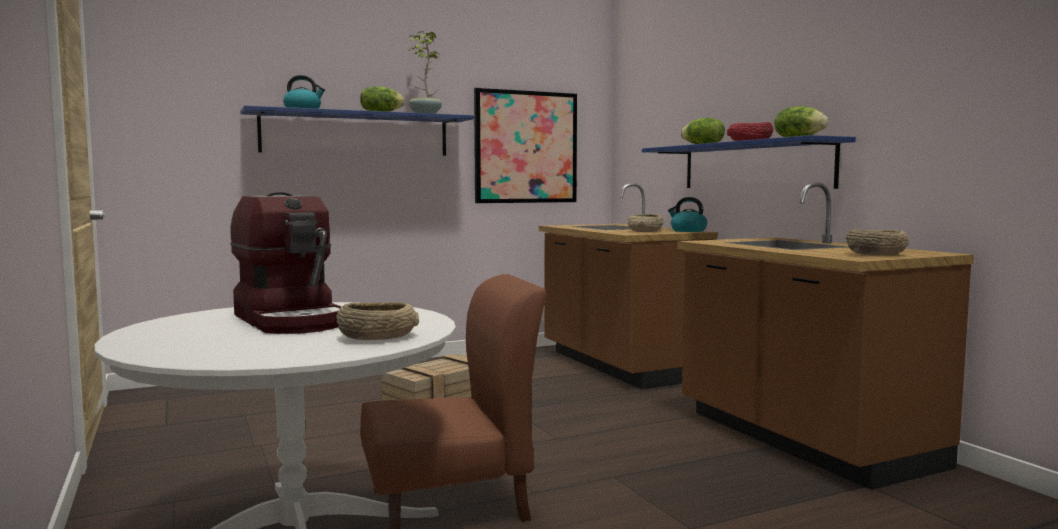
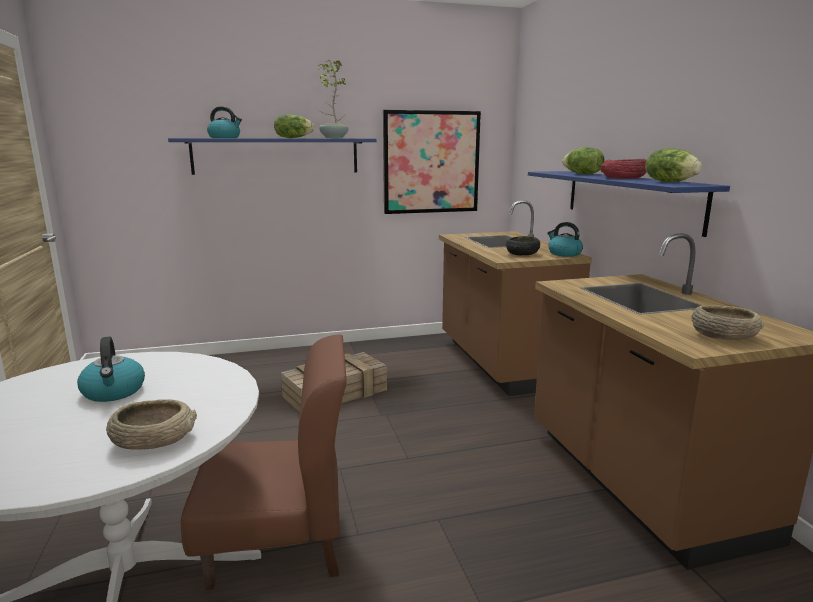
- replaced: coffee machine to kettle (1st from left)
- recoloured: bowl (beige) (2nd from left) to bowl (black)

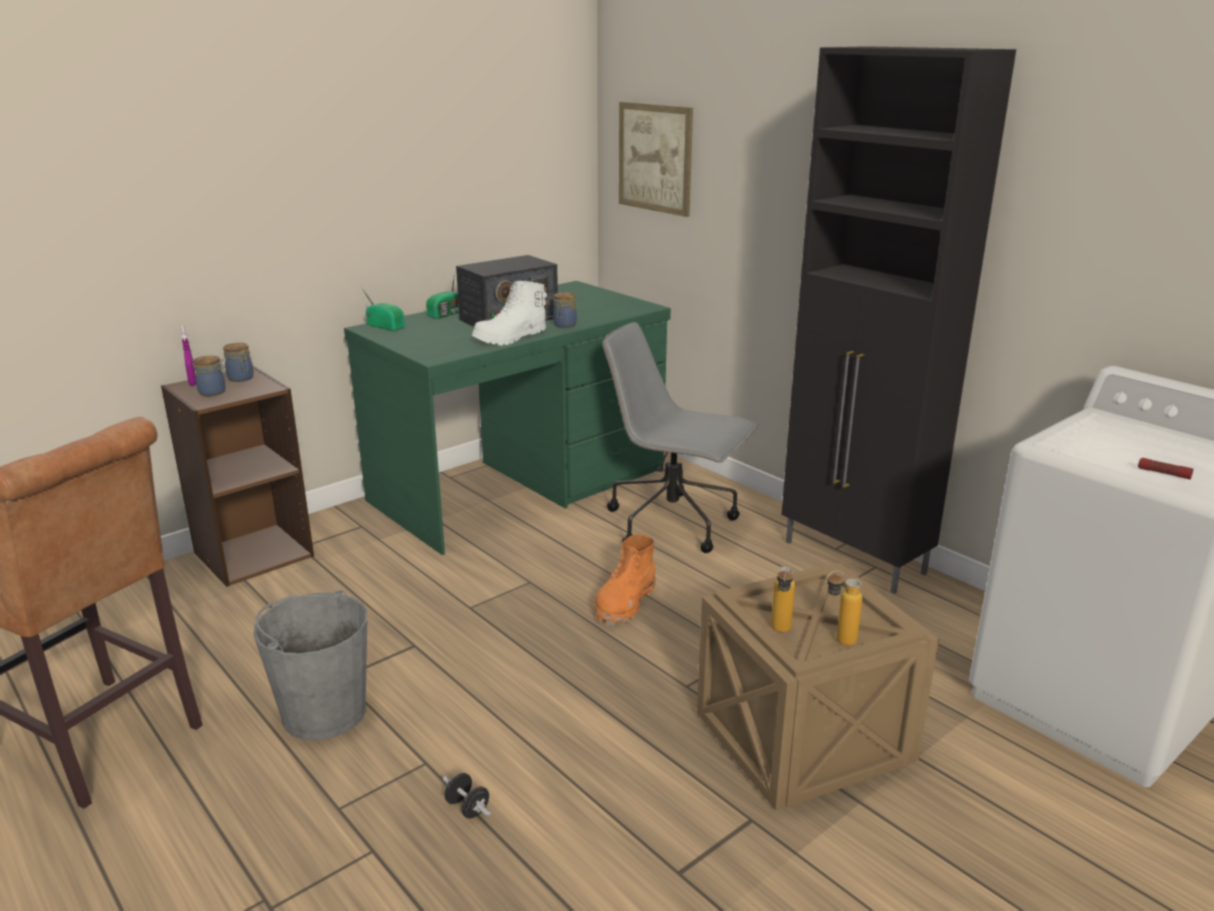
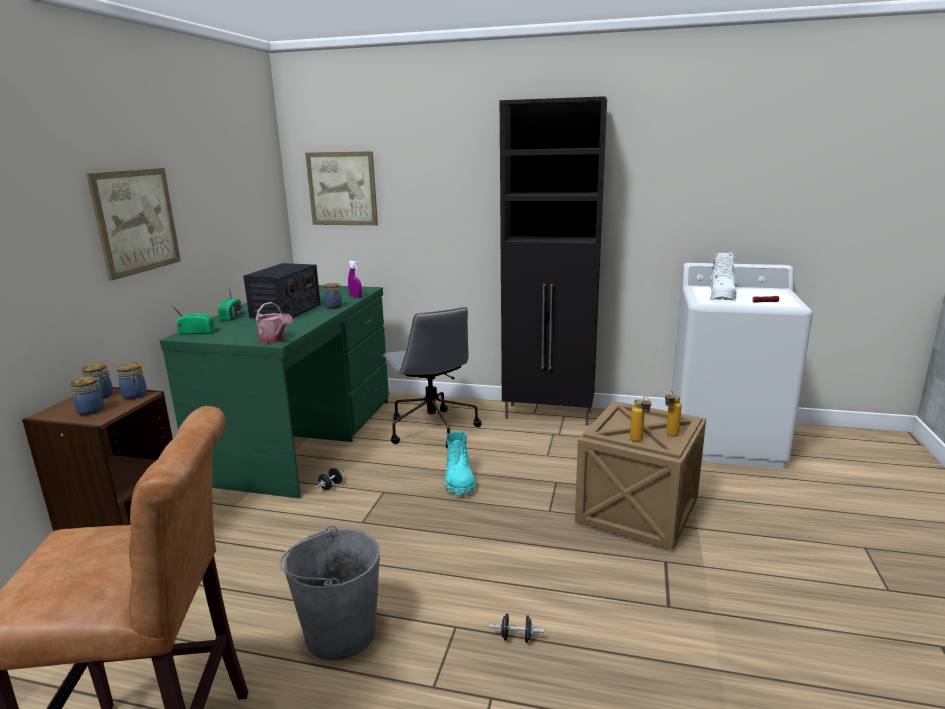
- added: picture (1st from left)
- added: jar (3rd from left)
- added: watering can
- added: dumbbell (black) (1st from left)
- moved: spray bottle (purple)
- turned: office chair (grey) 105 degrees counterclockwise
- recoloured: boot (orange) to boot (turquoise)
- moved: boot (white)

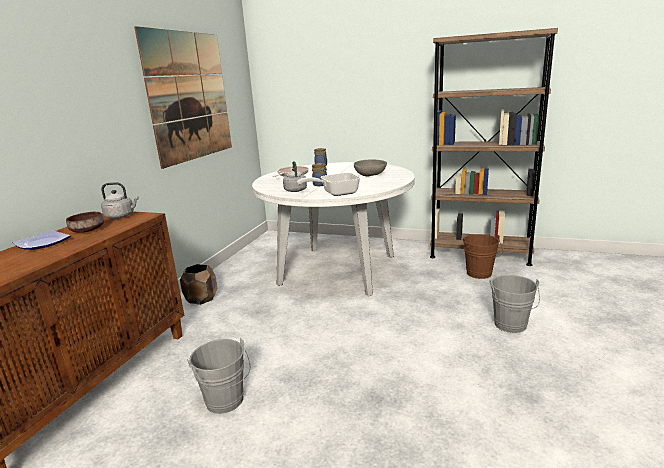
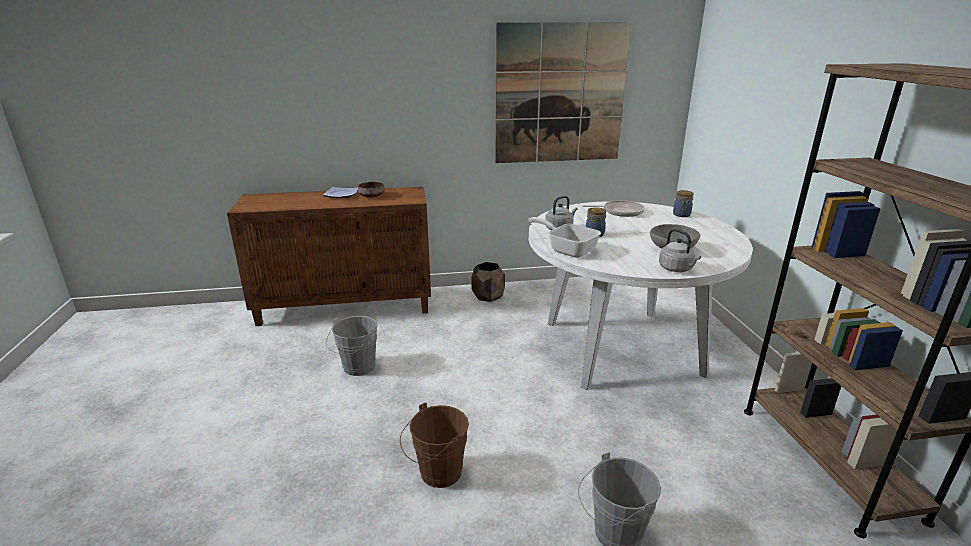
- moved: bucket (brown)
- moved: kettle (grey) (1st from left in the first image) to kettle (grey) (2nd from left)

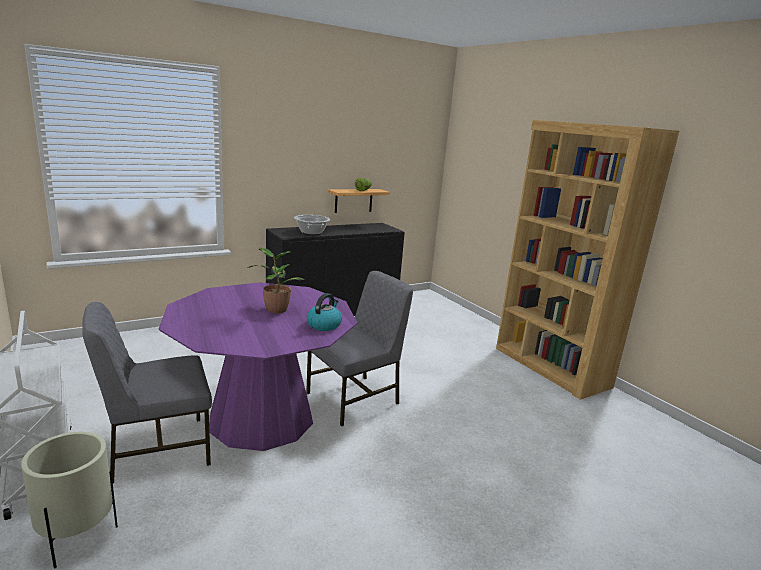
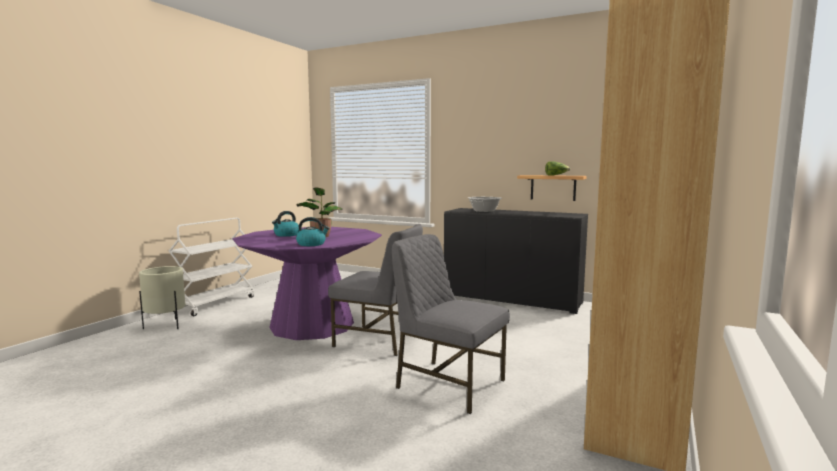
- added: kettle (1st from left)
- moved: chair (grey) (1st from left in the first image) to chair (grey) (2nd from left)

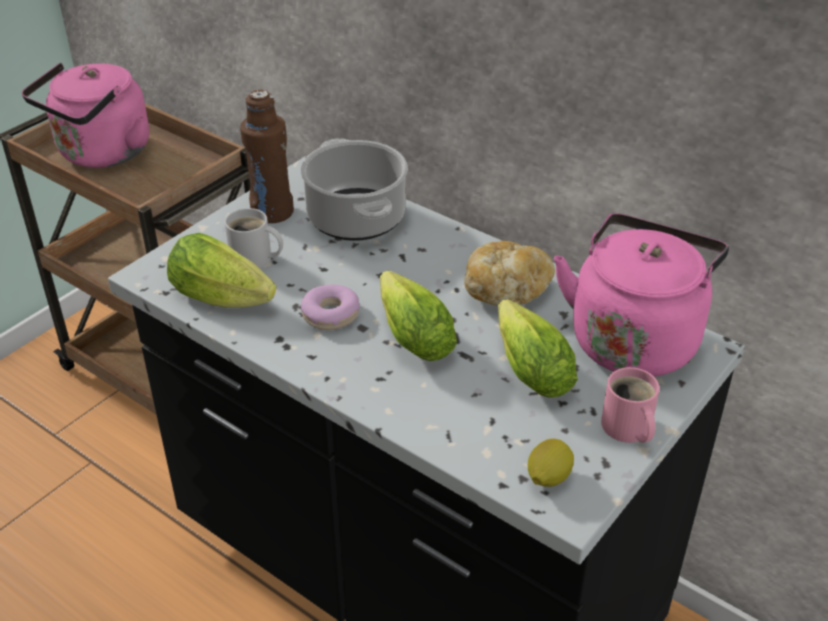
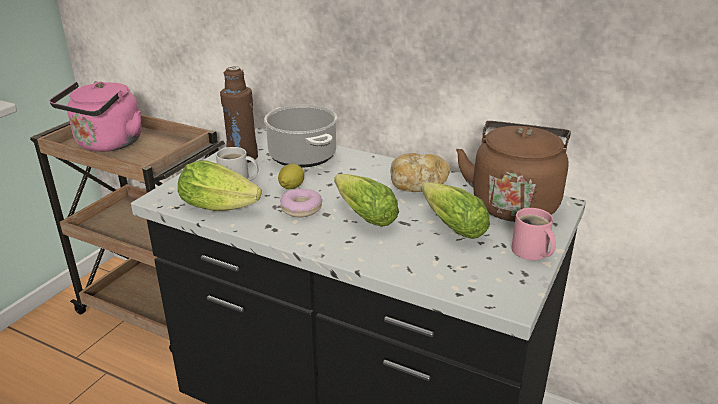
- moved: lemon
- recoloured: kettle (pink) (2nd from left) to kettle (brown)

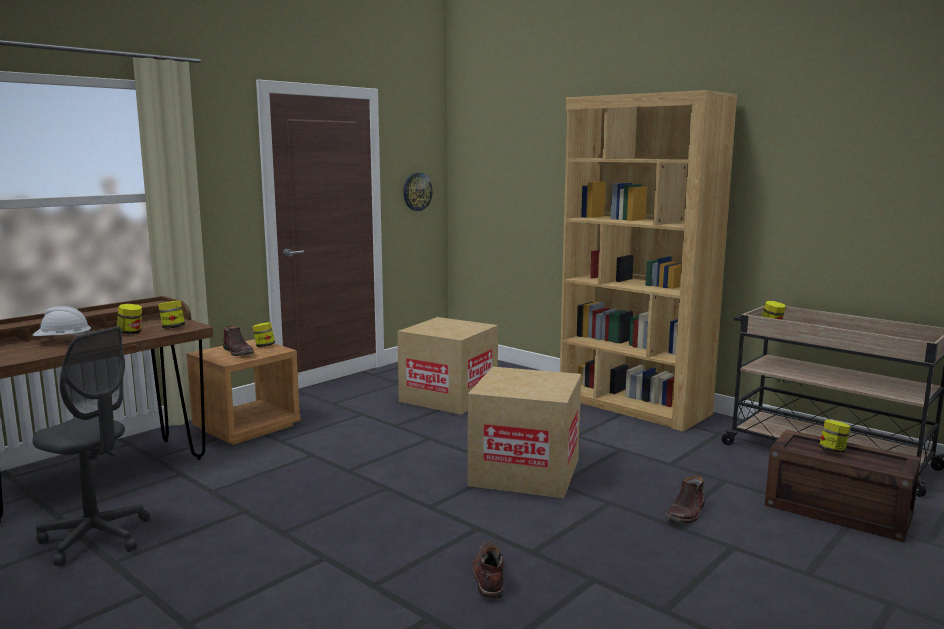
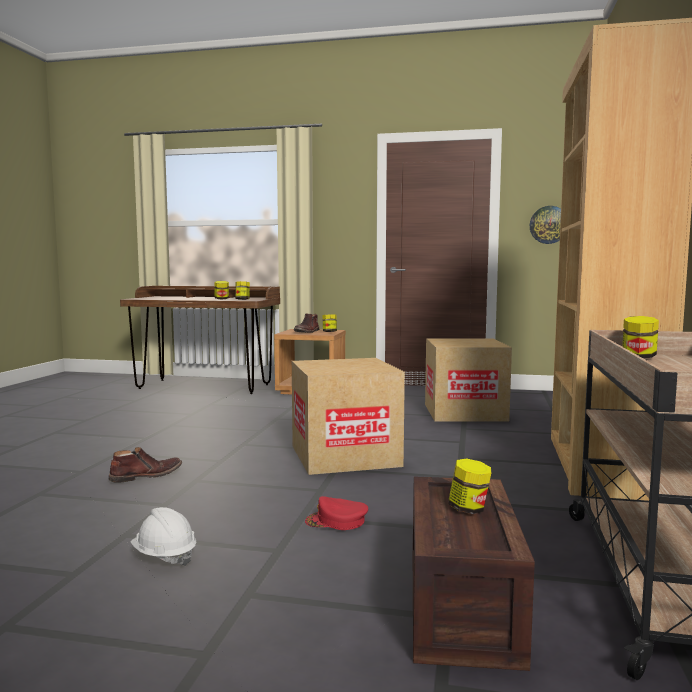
- moved: hard hat (white)
- replaced: boot (brown) (3rd from left) to cap (red)
- removed: office chair (grey)

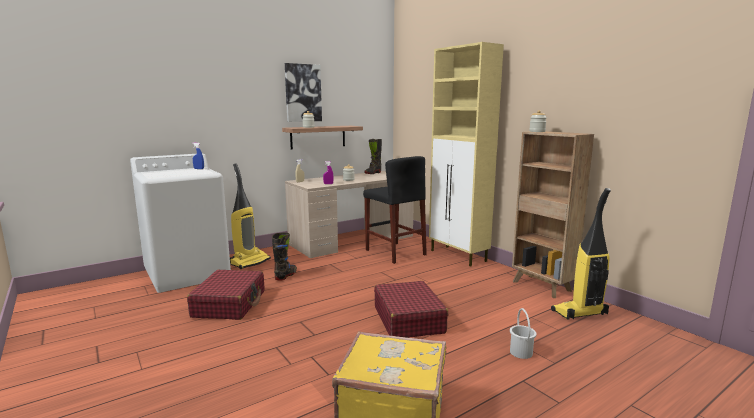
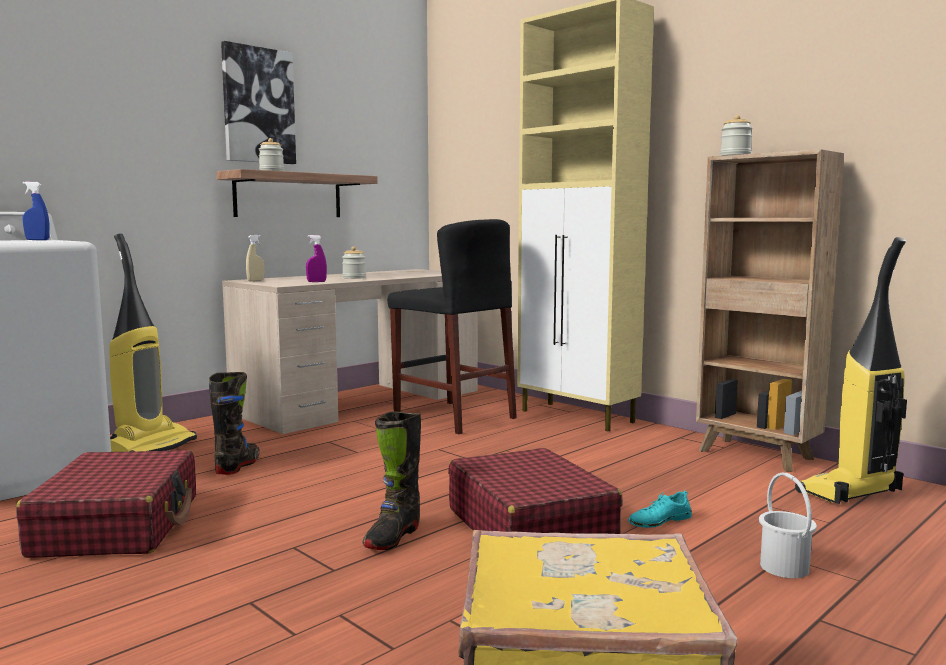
- moved: boot (black) (2nd from left)
- added: shoe (turquoise)

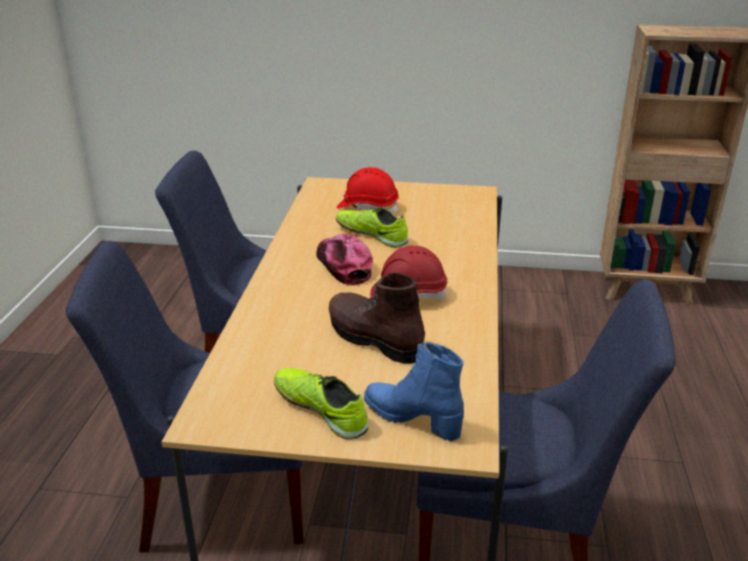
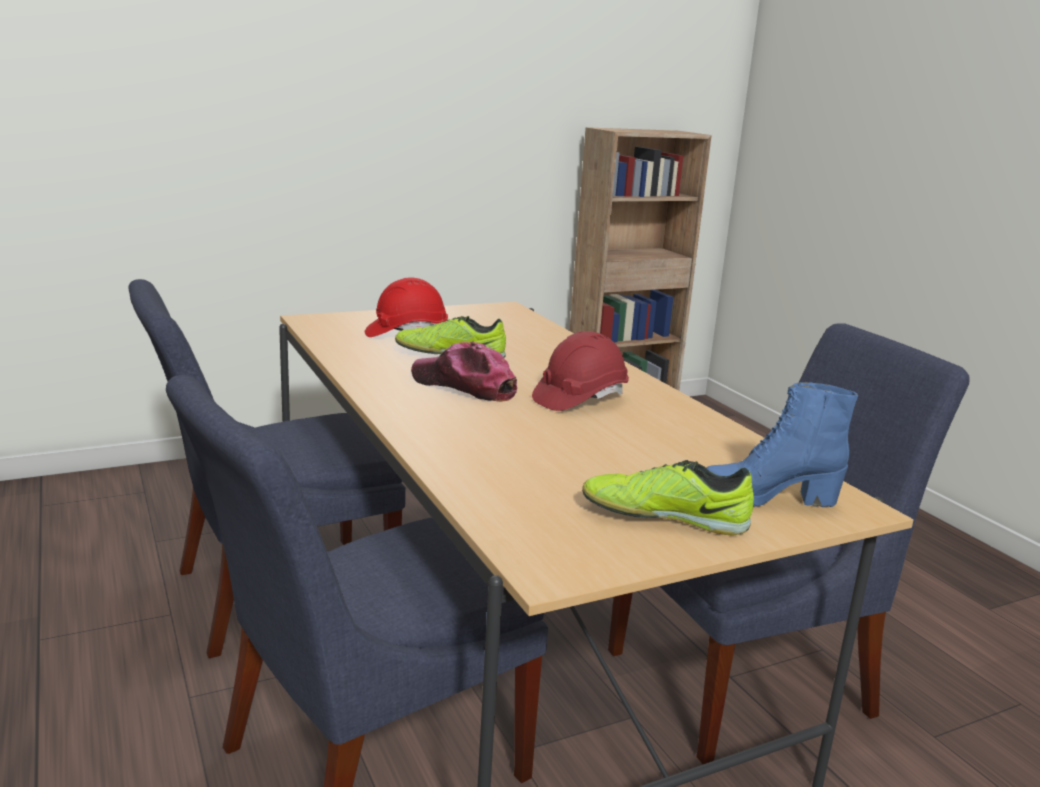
- removed: boot (brown)

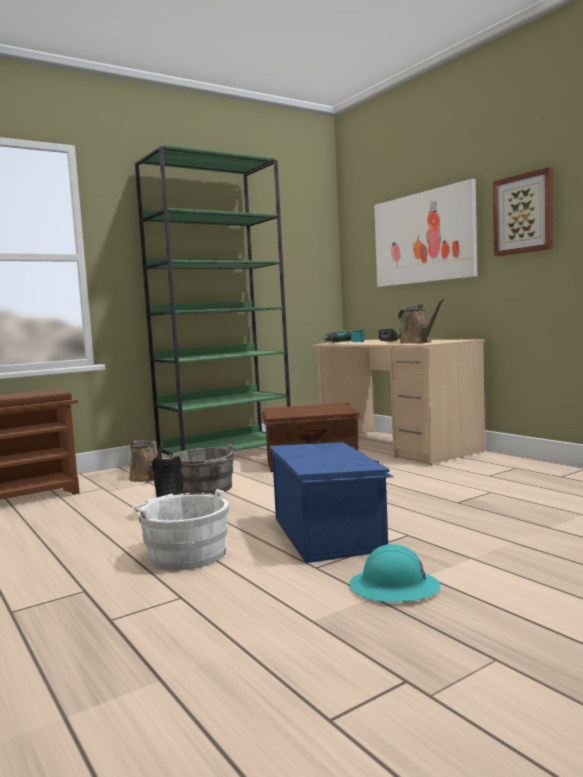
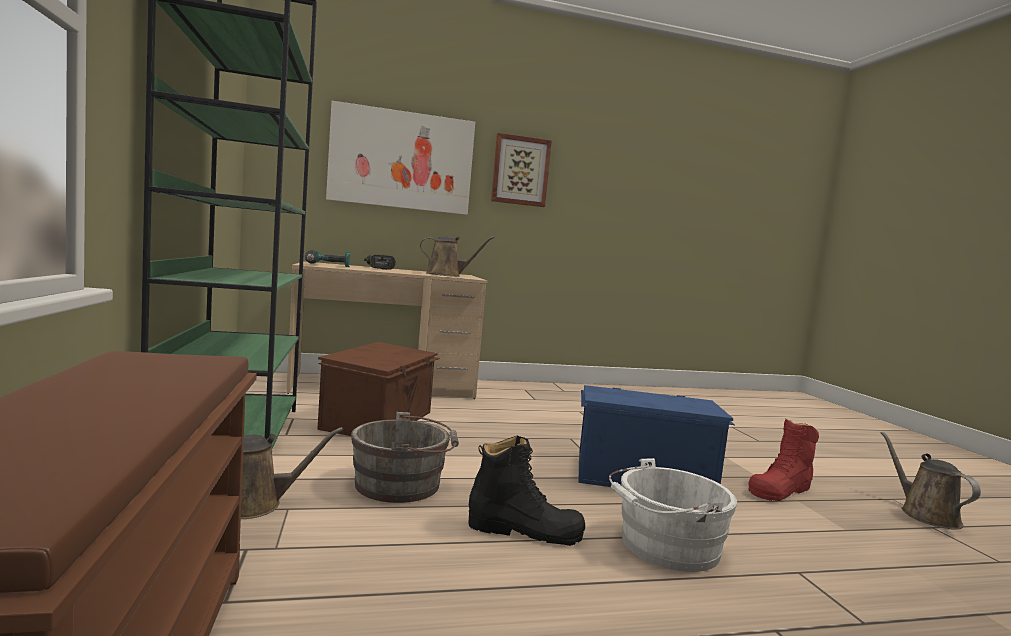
- replaced: hard hat (turquoise) to boot (red)
- added: watering can (brown) (3rd from left)

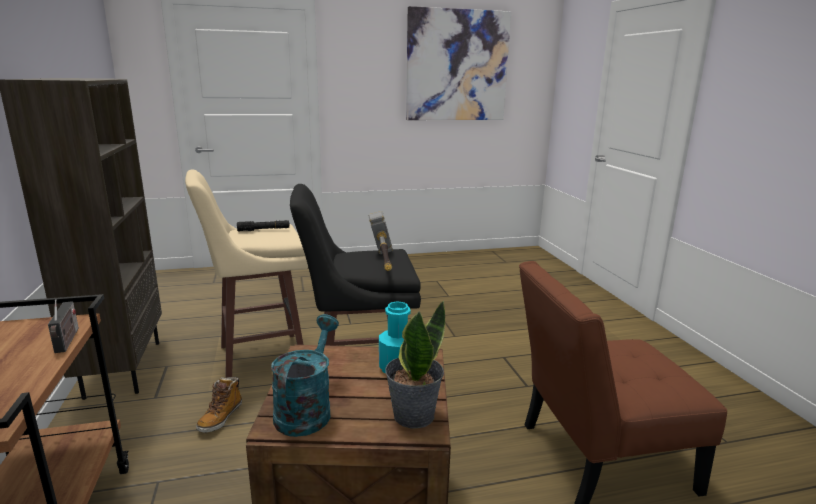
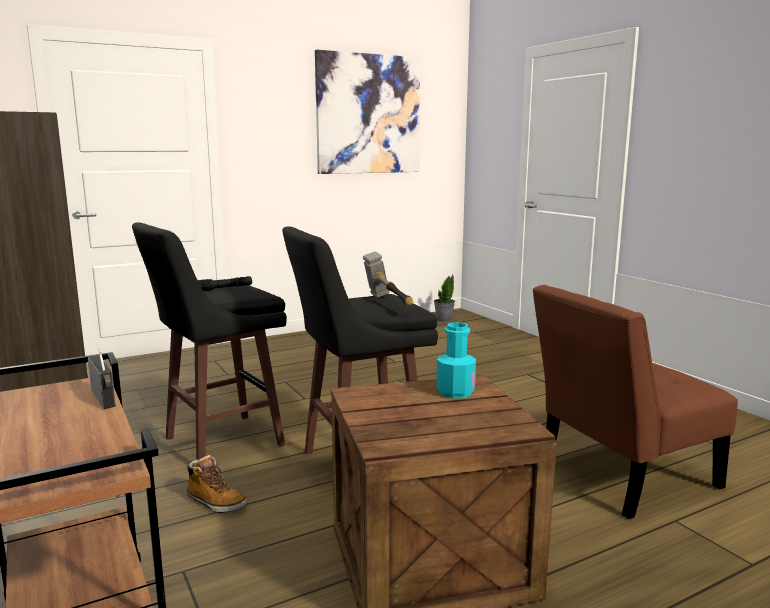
- recoloured: stool (beige) to stool (black) (1st from left)
- turned: boot 60 degrees counterclockwise
- moved: potted plant
- removed: watering can (turquoise)

